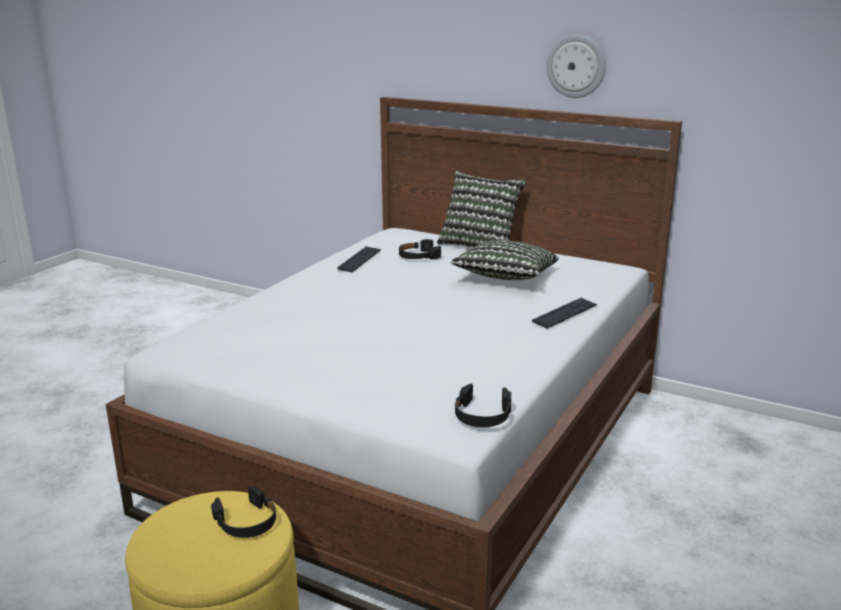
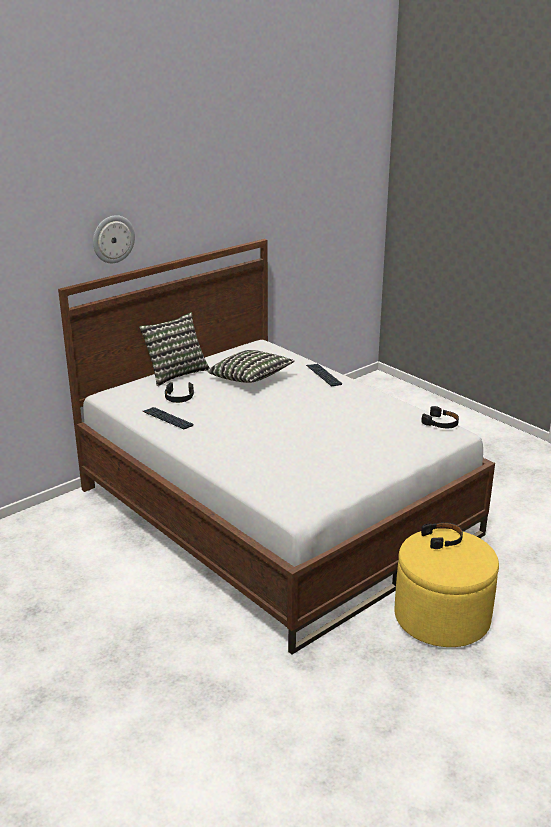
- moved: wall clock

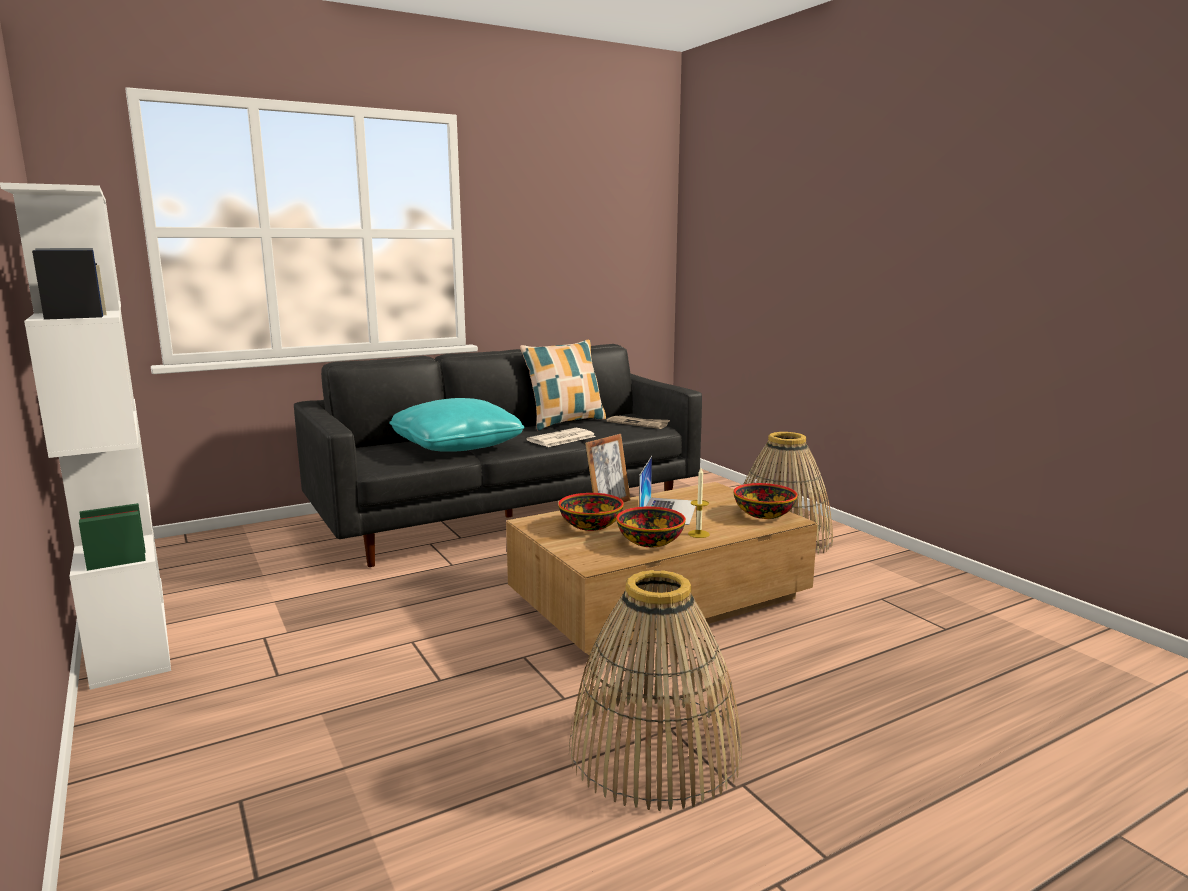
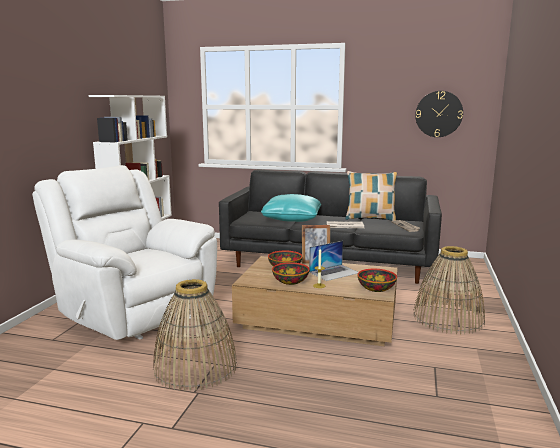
- added: armchair (white)
- added: wall clock

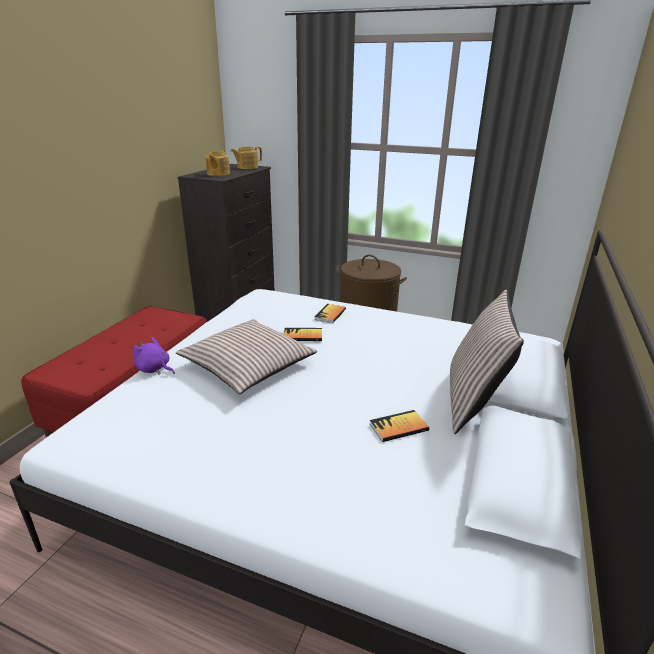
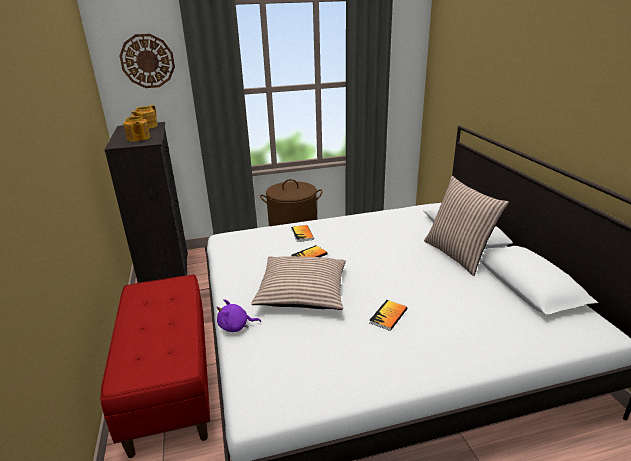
- added: wall clock
- moved: book (3rd from left)

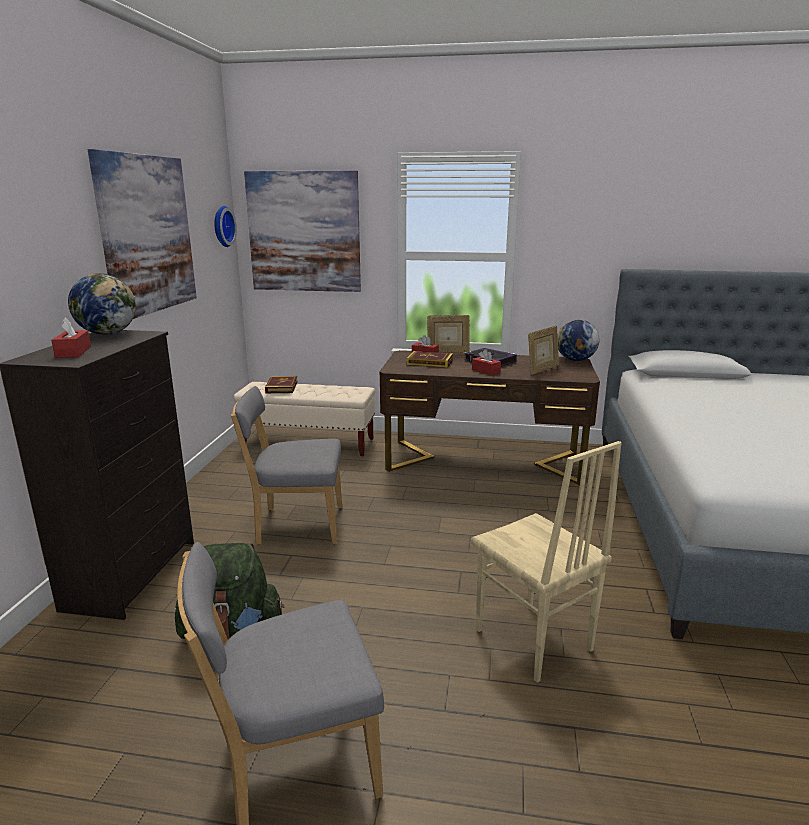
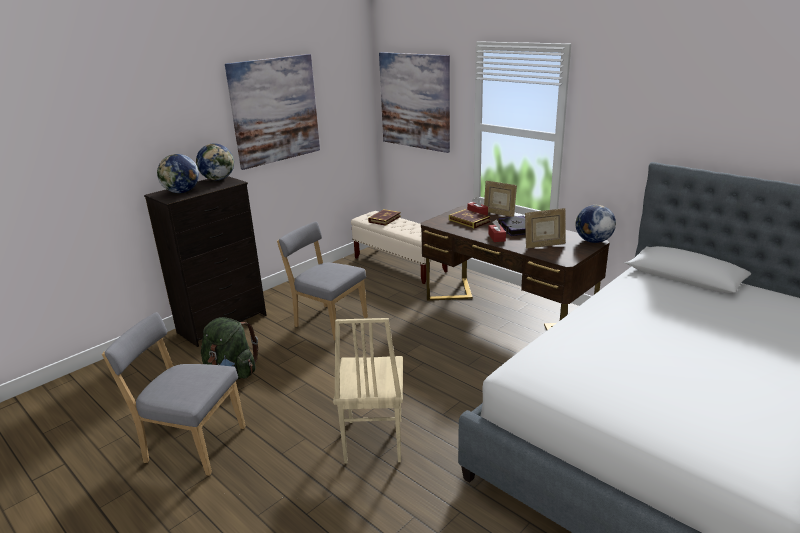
- replaced: tissue box (red) (1st from left) to globe (1st from left)
- removed: wall clock

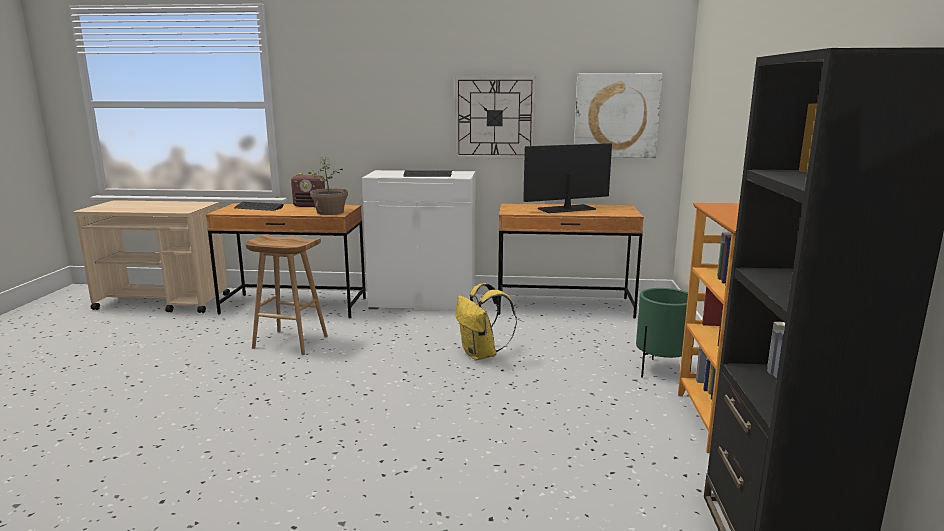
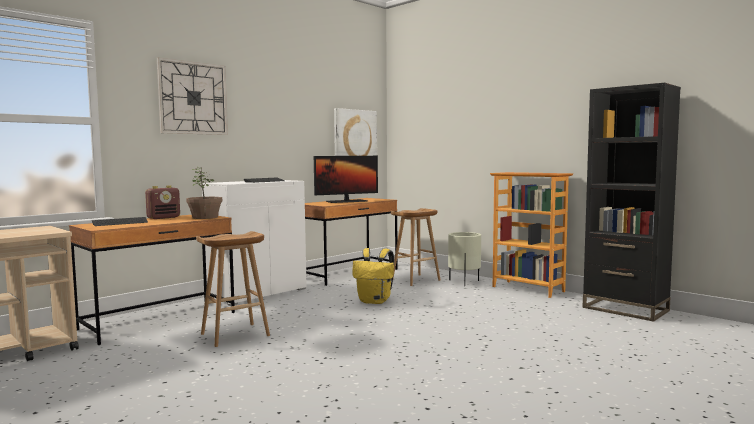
- moved: wall clock
- turned: monitor 135 degrees counterclockwise
- added: stool (brown) (2nd from left)
- recoloured: planter (green) to planter (beige)

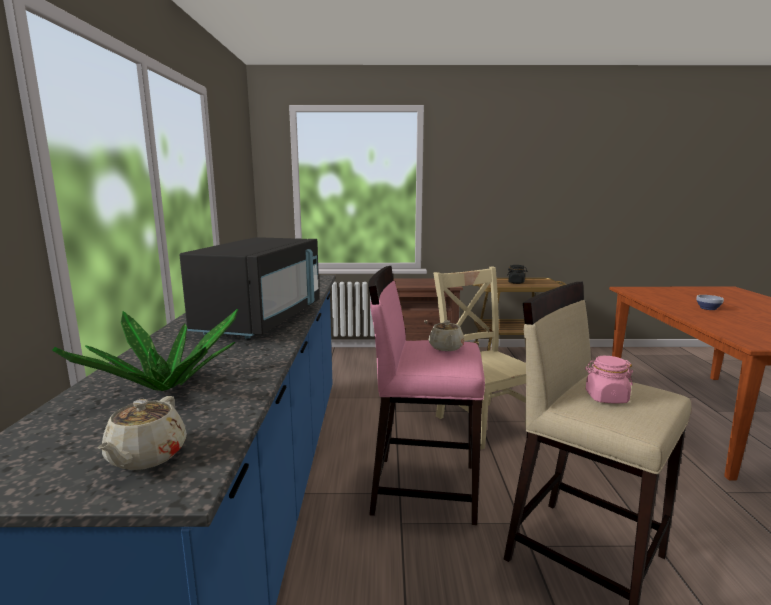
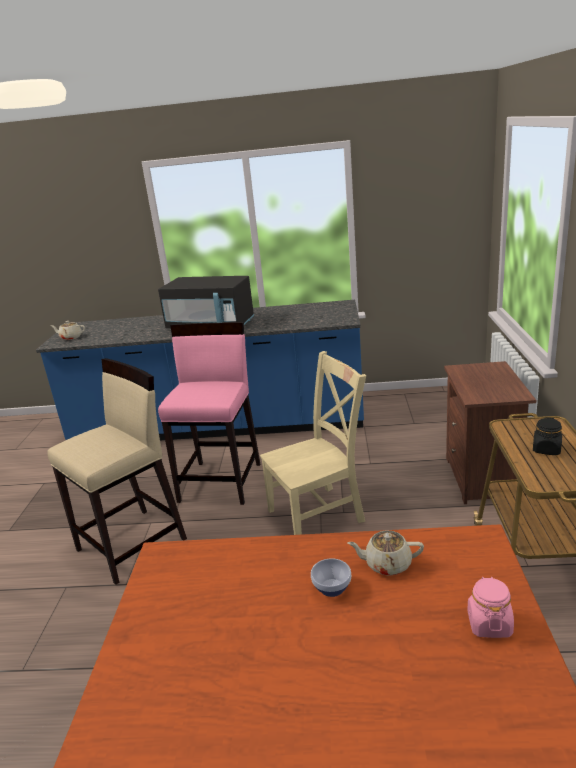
- moved: teapot (beige) (2nd from left)
- moved: jar (pink)
- removed: potted plant

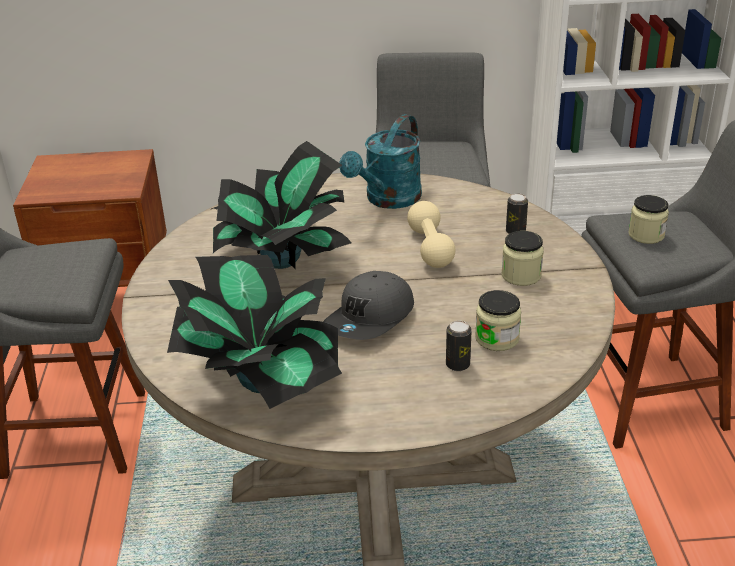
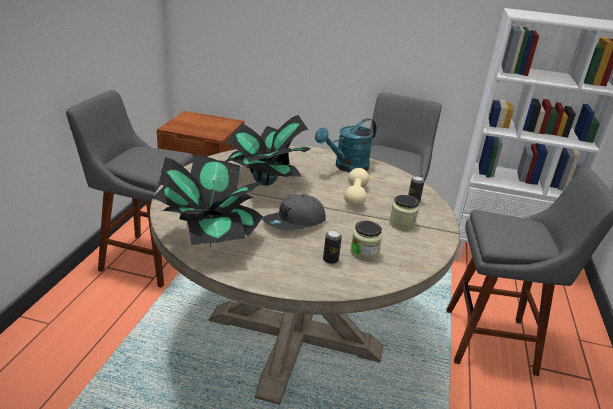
- removed: jar (3rd from left)

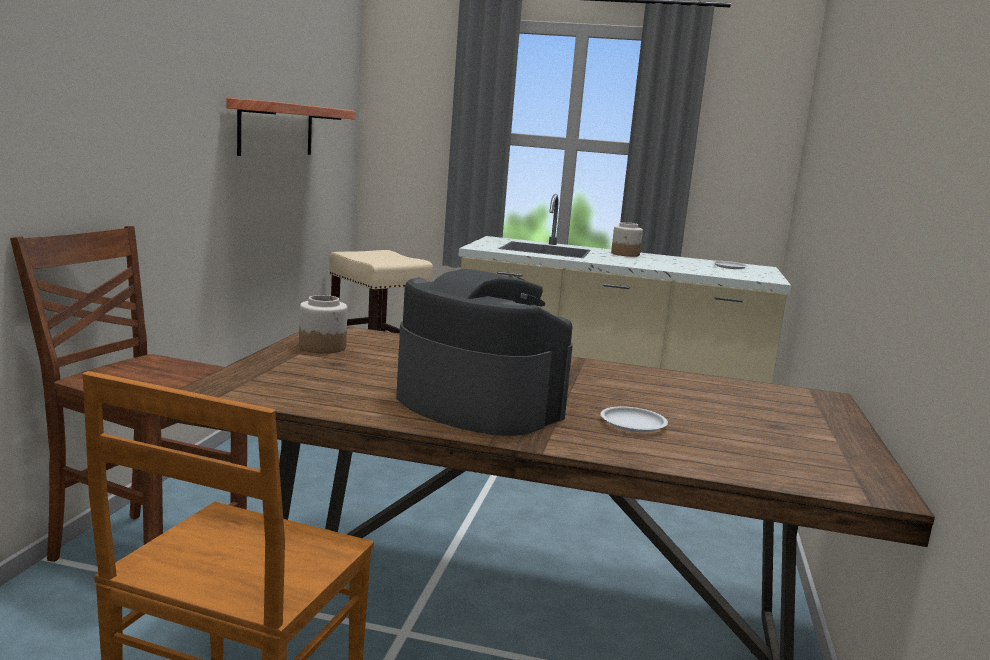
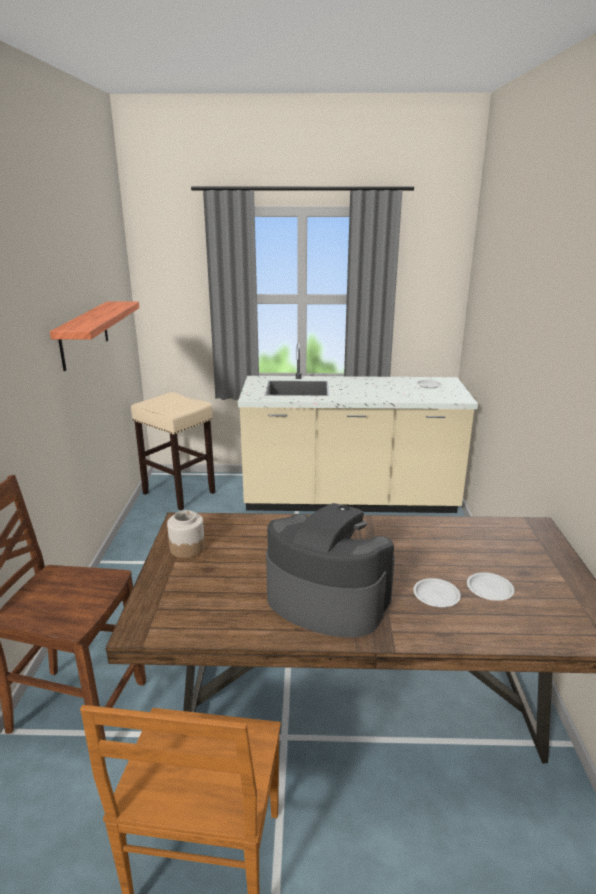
- added: plate (white) (3rd from left)
- removed: jar (2nd from left)

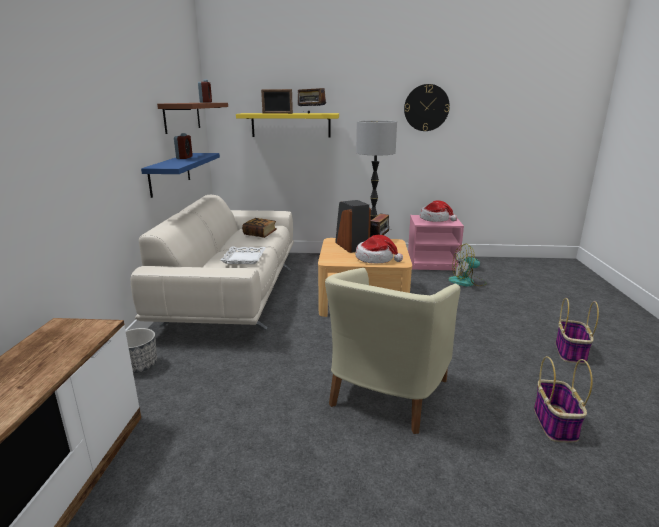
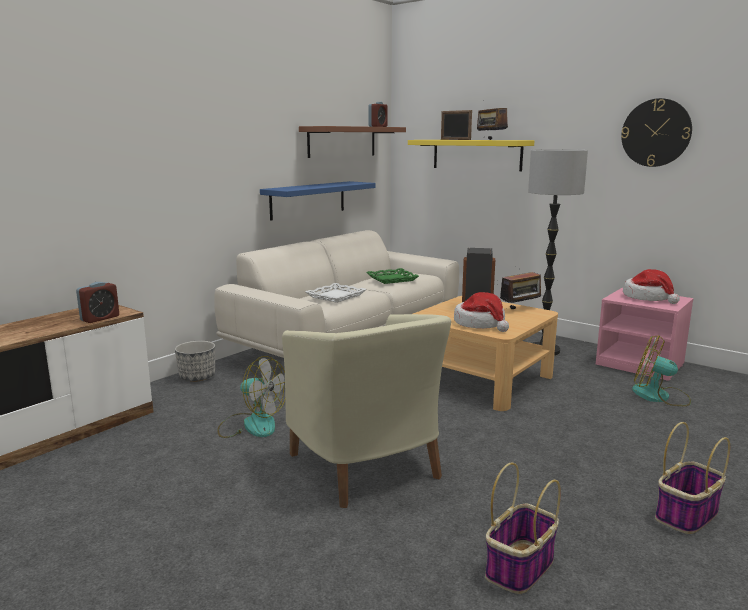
- moved: alarm clock (1st from left)
- added: fan (1st from left)
- turned: armchair (beige) 90 degrees counterclockwise
- replaced: book to tray (green)

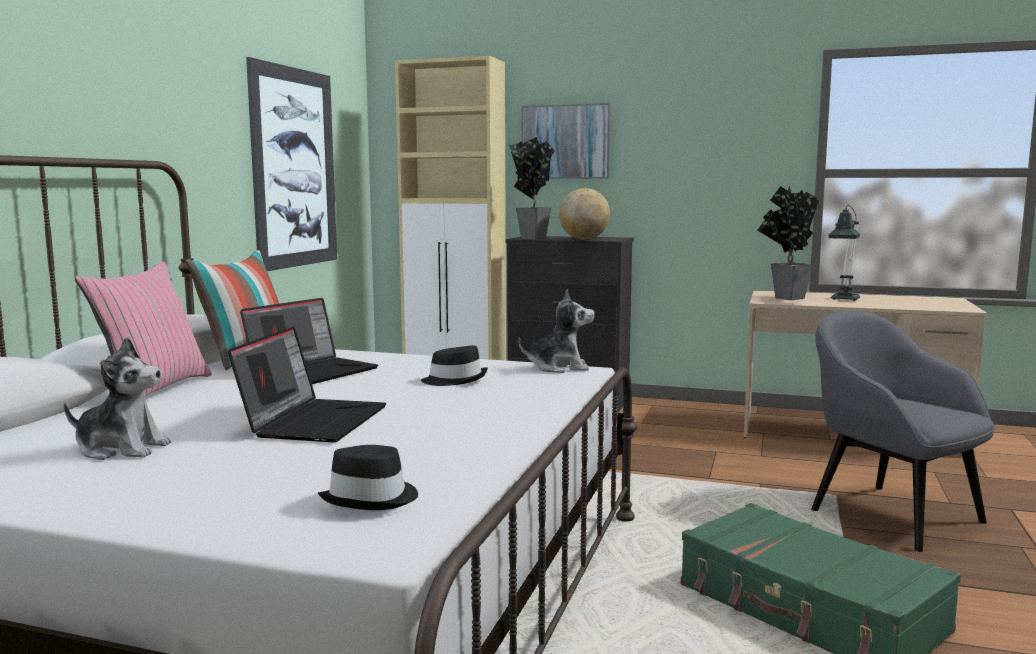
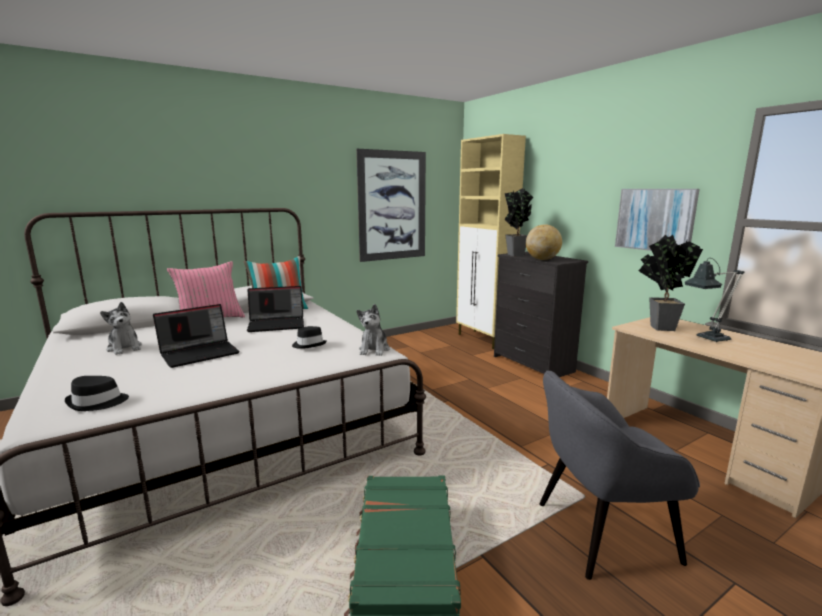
- turned: plush toy (2nd from left) 60 degrees clockwise
- turned: armchair (grey) 105 degrees counterclockwise
- moved: picture (2nd from left)

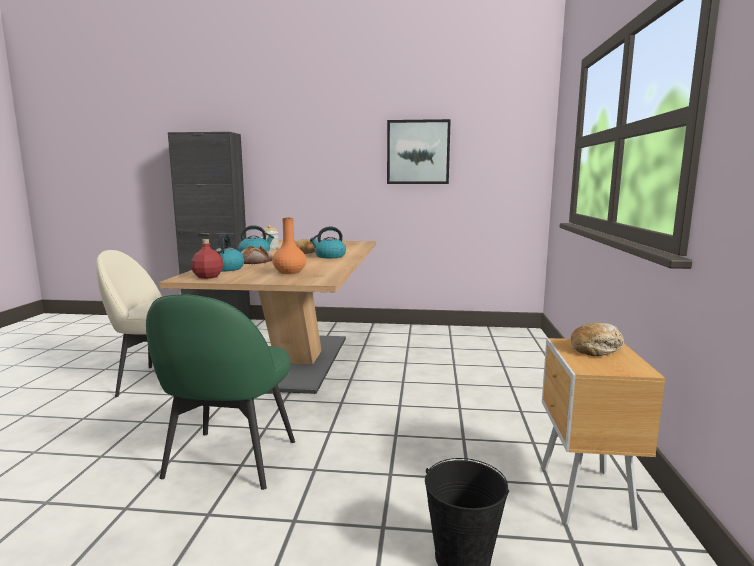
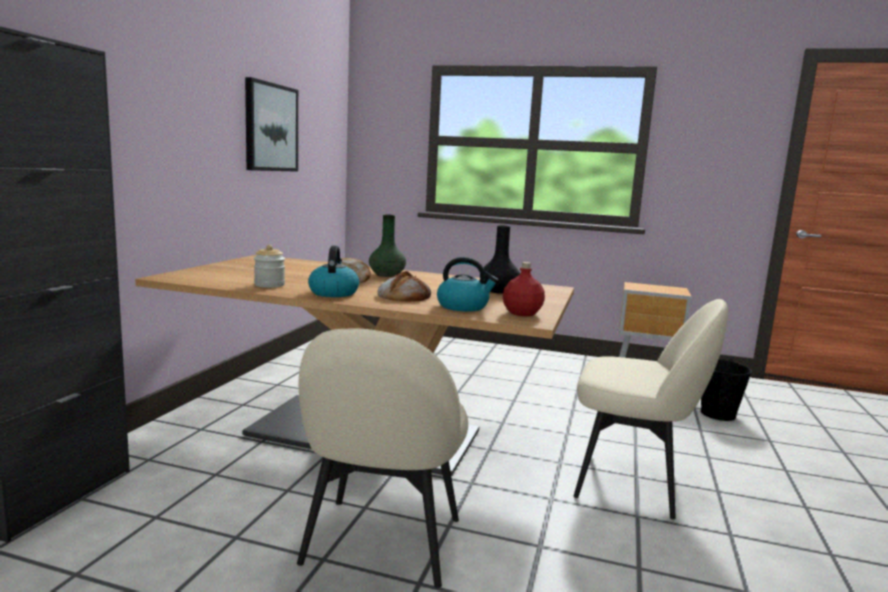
- replaced: kettle (3rd from left) to vase (green)
- recoloured: vase (orange) to vase (black)
- recoloured: chair (green) to chair (beige) (2nd from left)
- removed: bread (3rd from left)

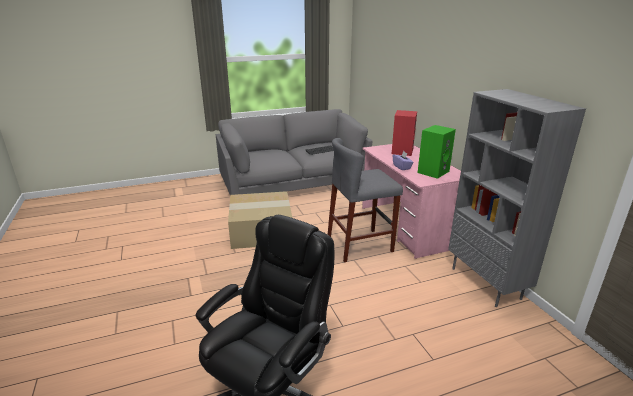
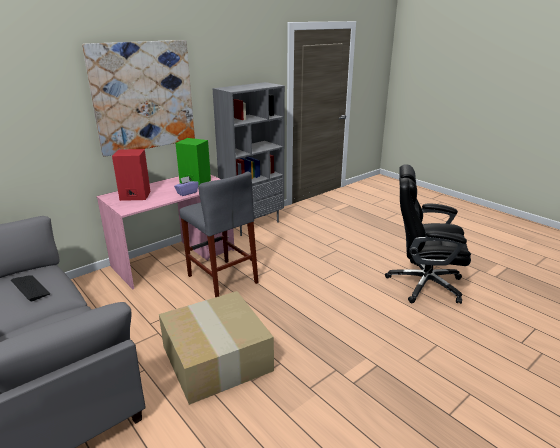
- added: picture

